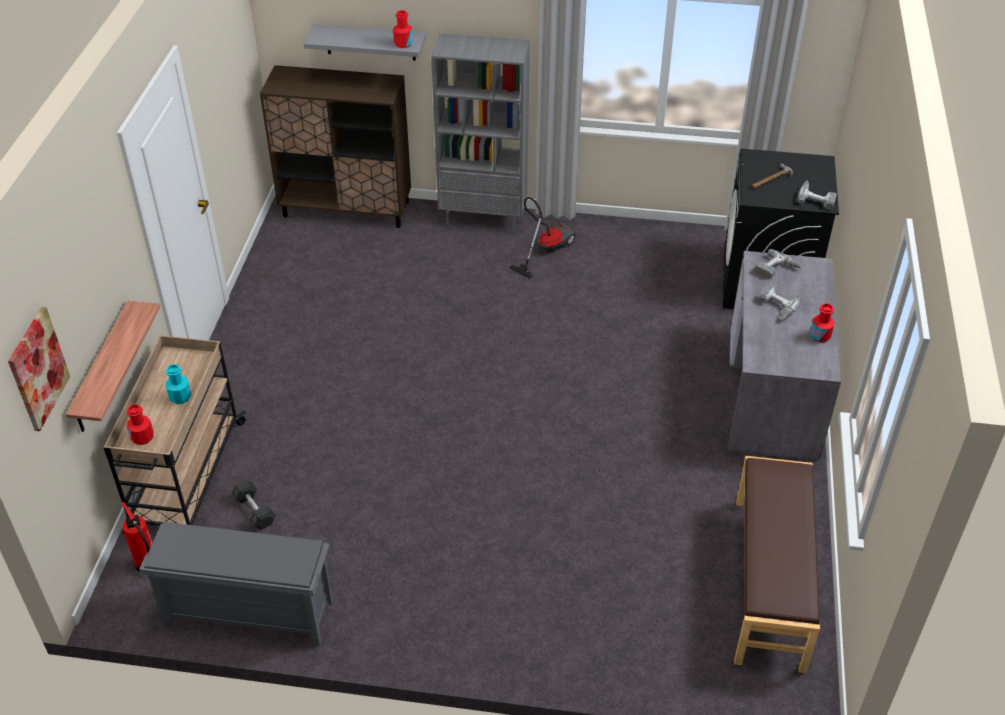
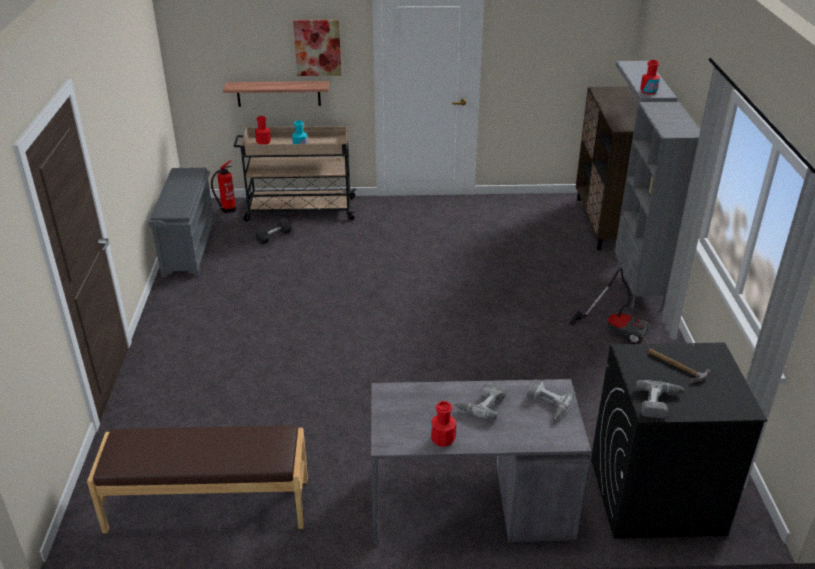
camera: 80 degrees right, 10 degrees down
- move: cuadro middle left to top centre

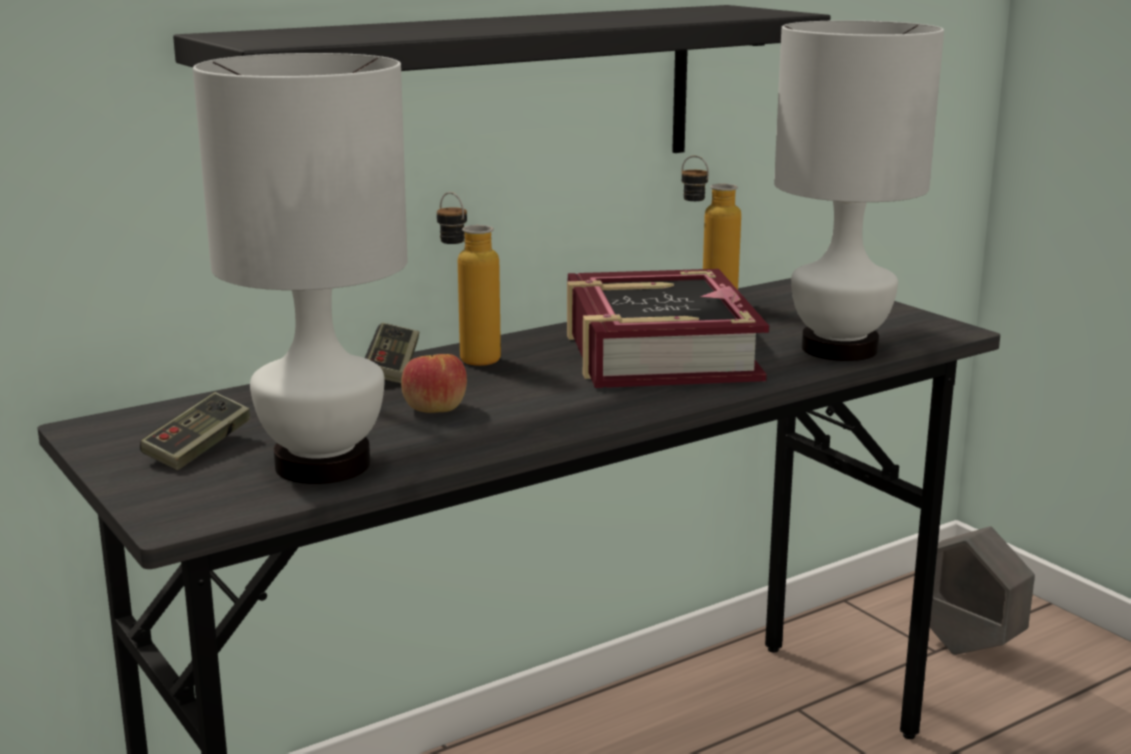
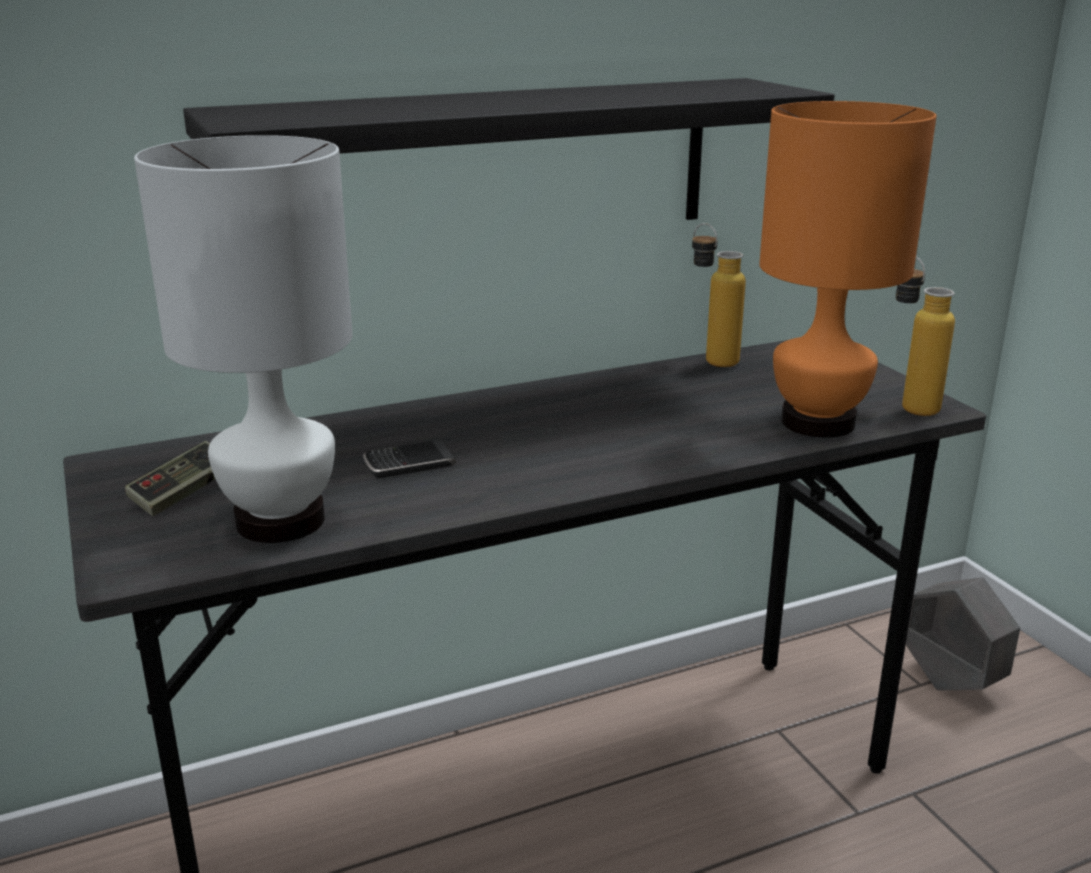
camera: 10 degrees right, 5 degrees up
- delete: mando de consola (2nd from left) centre
- delete: libro centre
- move: botella (1st from left in the first image) centre to botella (2nd from left) middle right
- replace: manzana centre to móvil centre
- recolor: lámpara de mesa/blanco (2nd from left) top right to lámpara de mesa/naranja top right

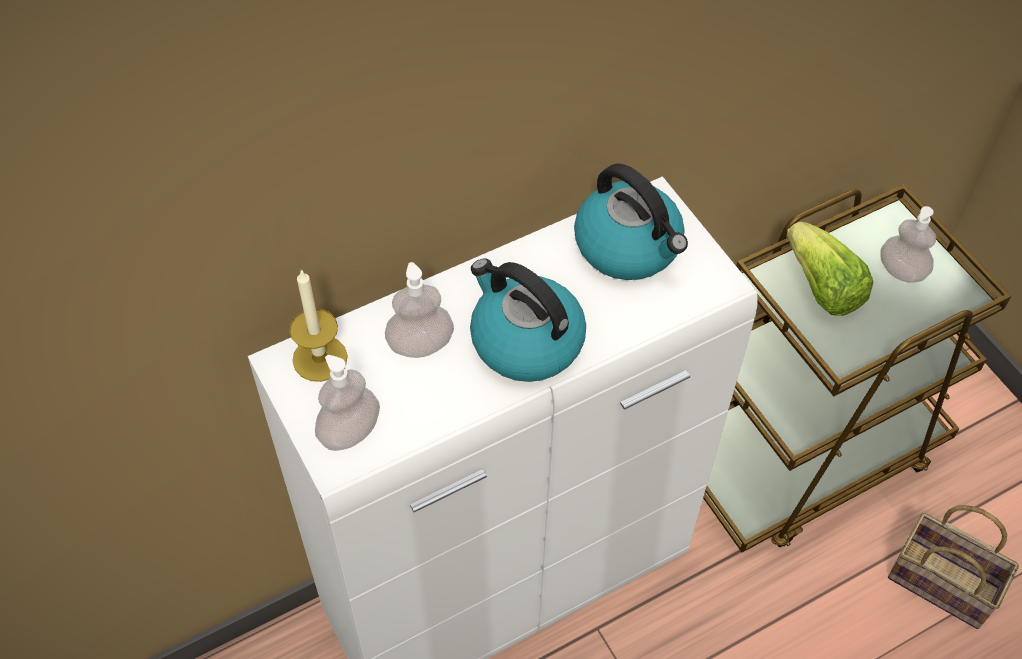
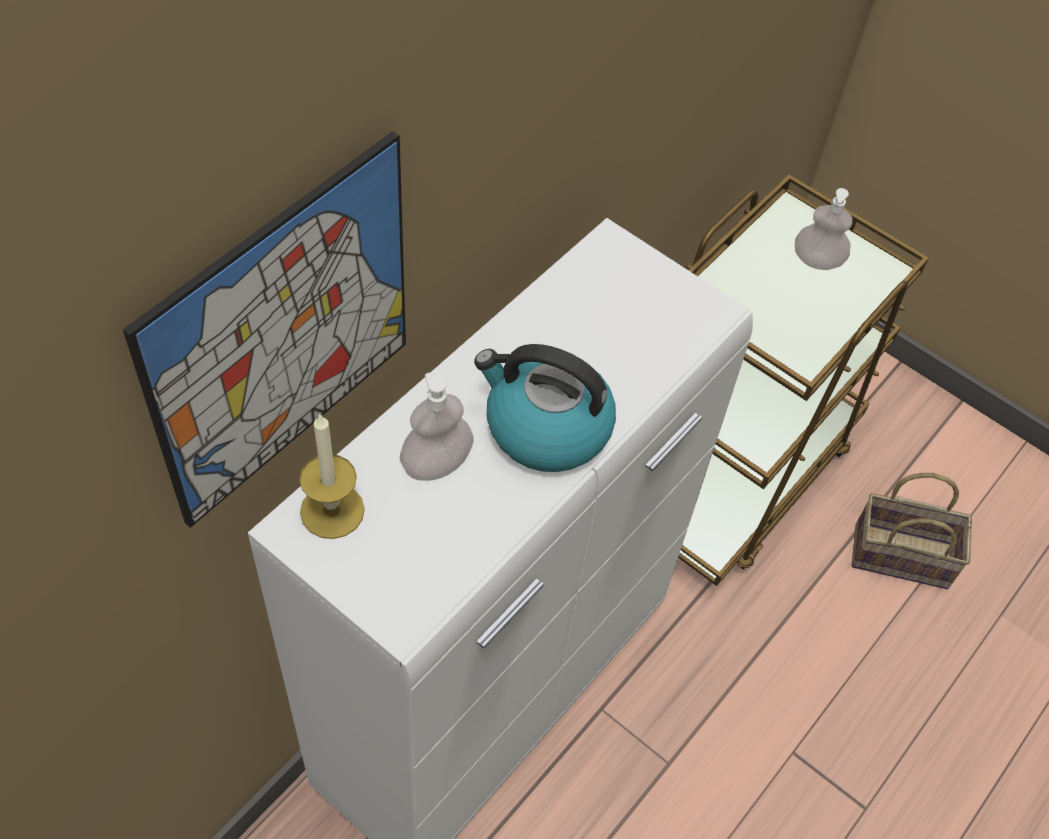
camera: 25 degrees left, 0 degrees up
- delete: dispensador de jabón (1st from left) centre
- delete: hervidor (2nd from left) centre
- delete: lechuga middle right
- insert: cuadro middle left

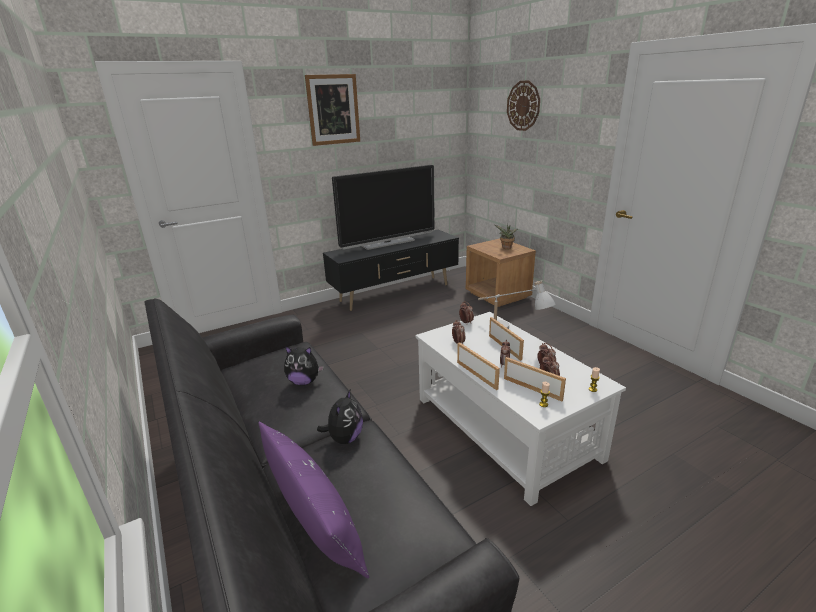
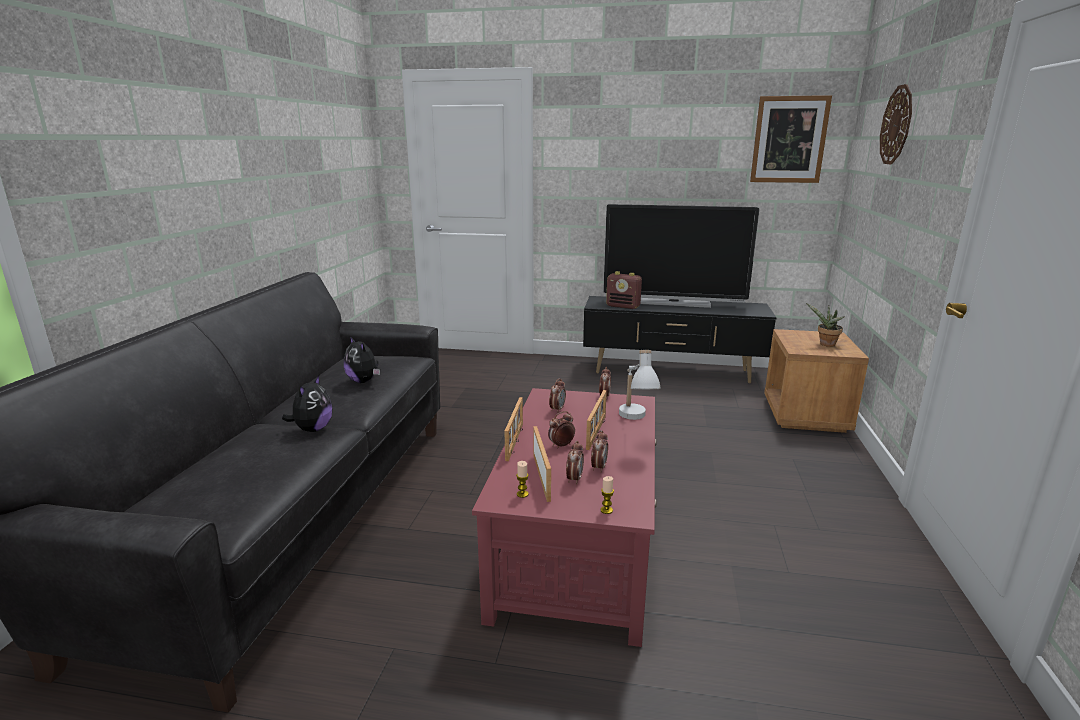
camera: 40 degrees right, 5 degrees down
- delete: cojín/morado bottom centre
- insert: radio centre
- move: cuadro top centre to top right
- recolor: mesa de centro/blanco bottom centre to mesa de centro/rojo bottom centre
- rotate: peluche (2nd from left in the first image) bottom centre = middle left 45 degrees counterclockwise

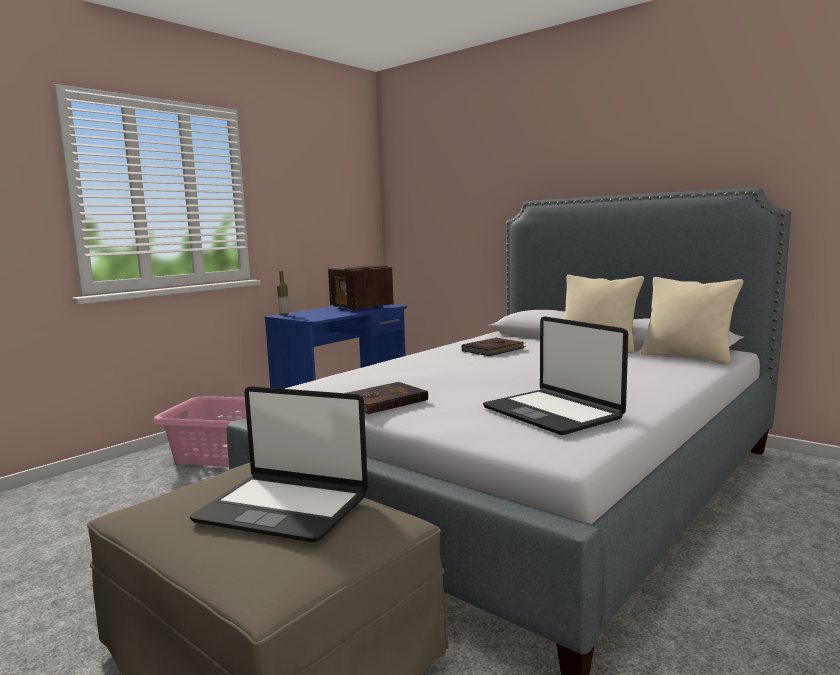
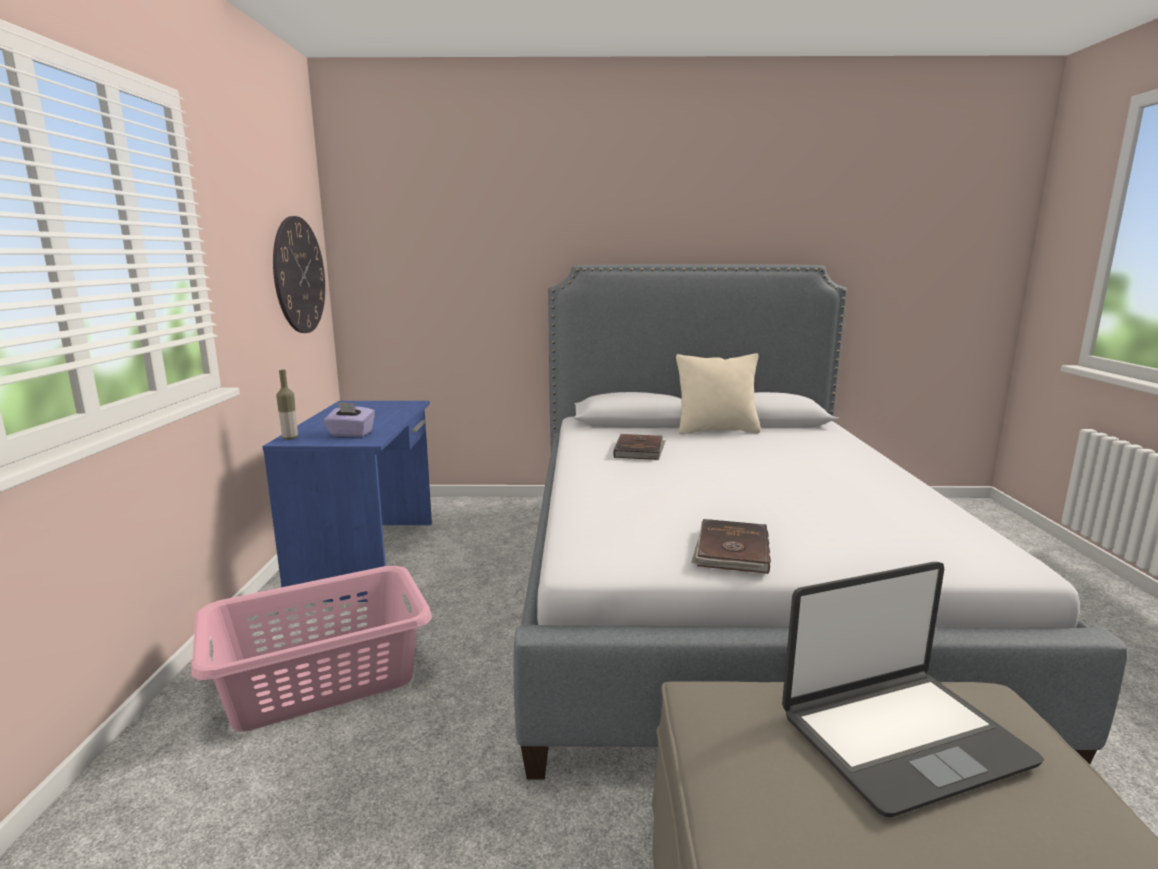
camera: 40 degrees left, 5 degrees up
- delete: radio centre
- delete: portátil (2nd from left) centre
- delete: cojín/beis (2nd from left) middle right
- insert: reloj de pared top left
- insert: caja de pañuelos/morado middle left

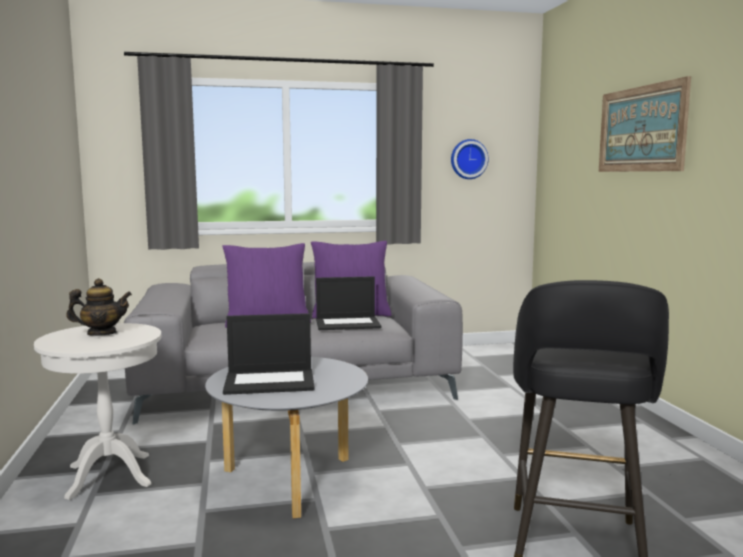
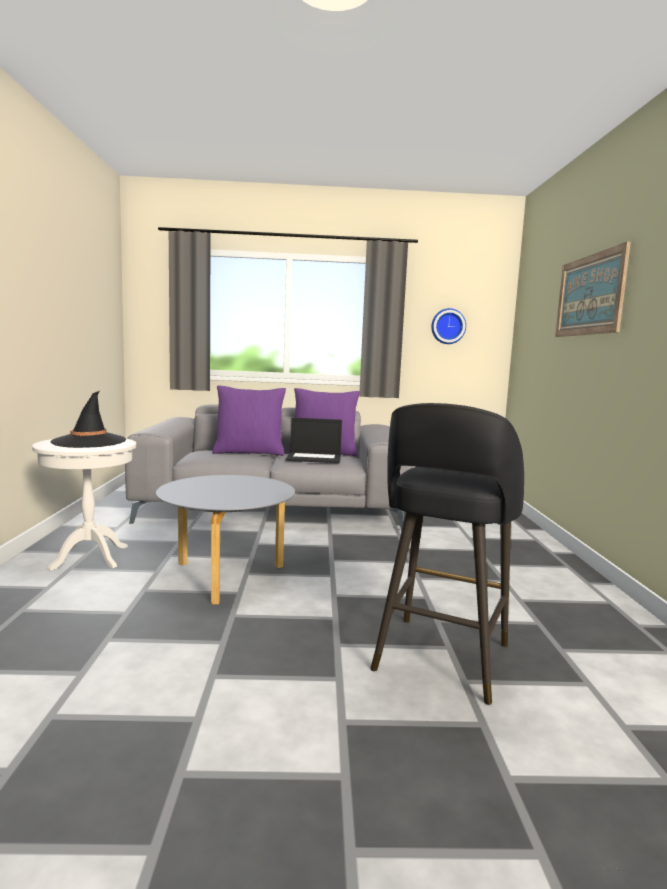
camera: 10 degrees right, 0 degrees up
- delete: portátil (1st from left) centre
- replace: tetera middle left to sombrero/negro middle left

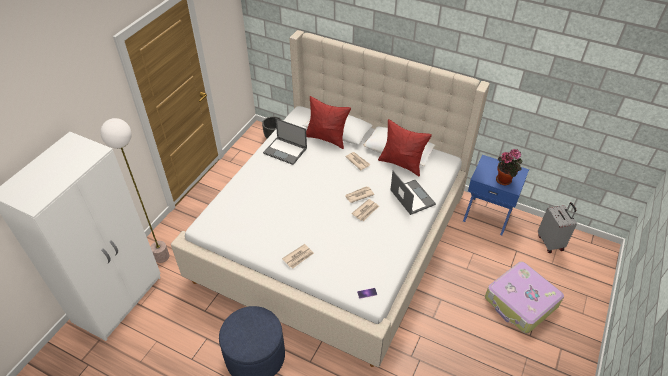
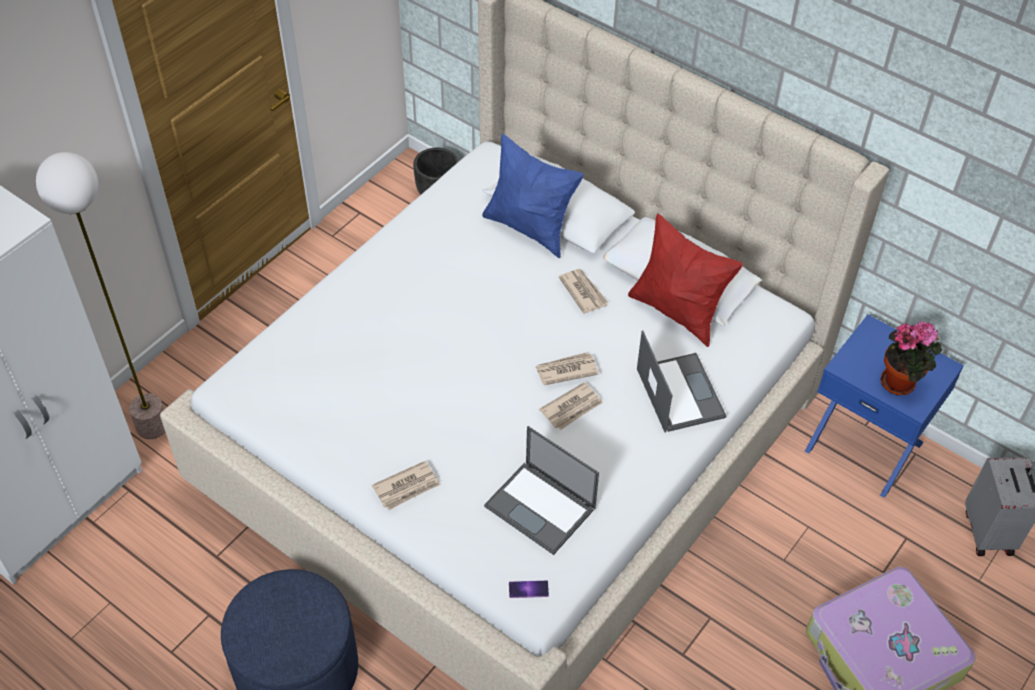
camera: 10 degrees right, 5 degrees up
- move: portátil (1st from left) centre to bottom centre
- recolor: cojín/rojo (1st from left) top centre to cojín/azul top centre

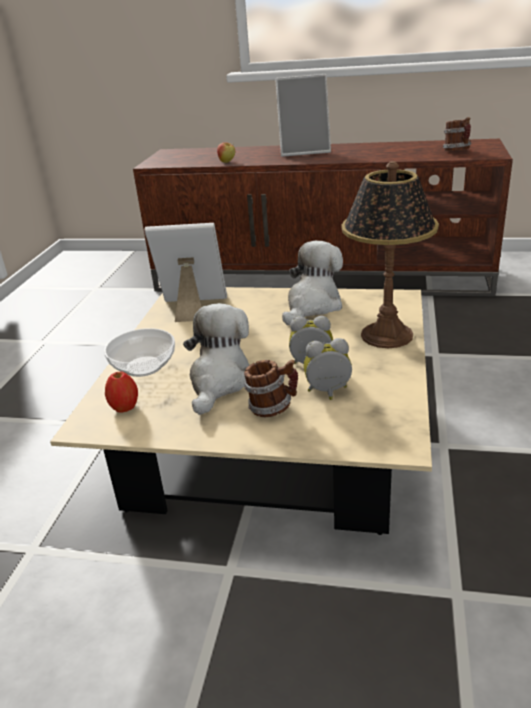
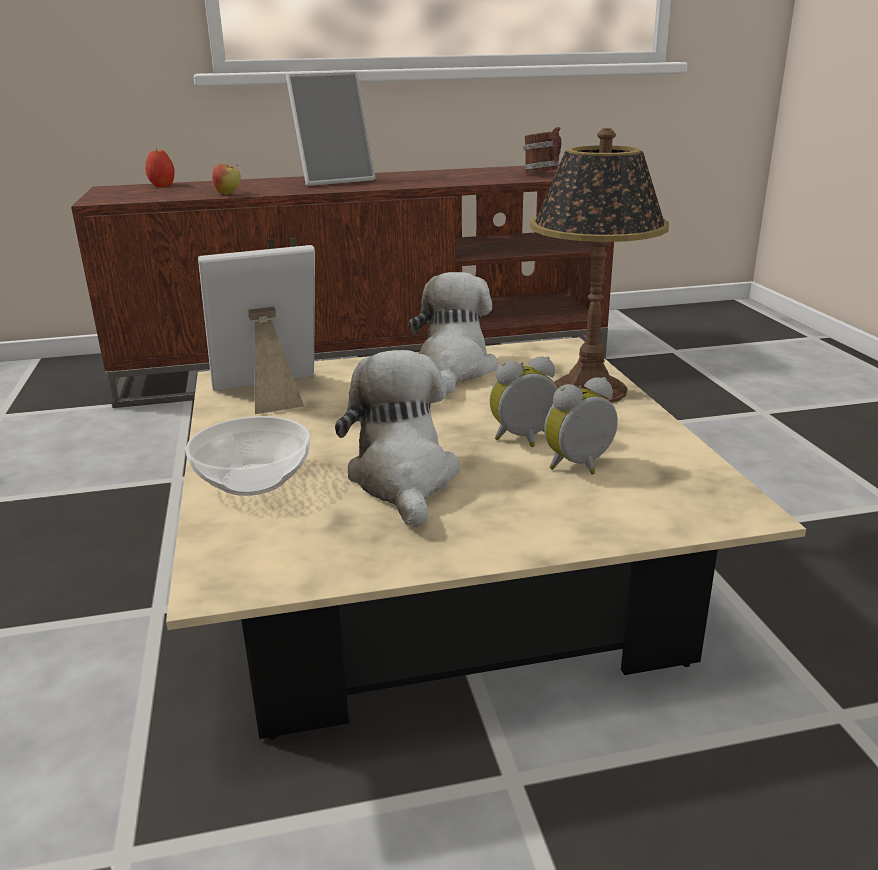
camera: 25 degrees left, 5 degrees down
- delete: taza grande (1st from left) centre
- move: manzana (1st from left) middle left to top left

